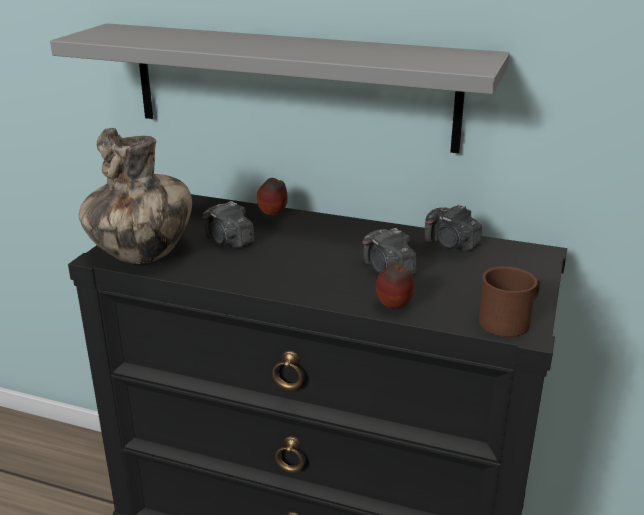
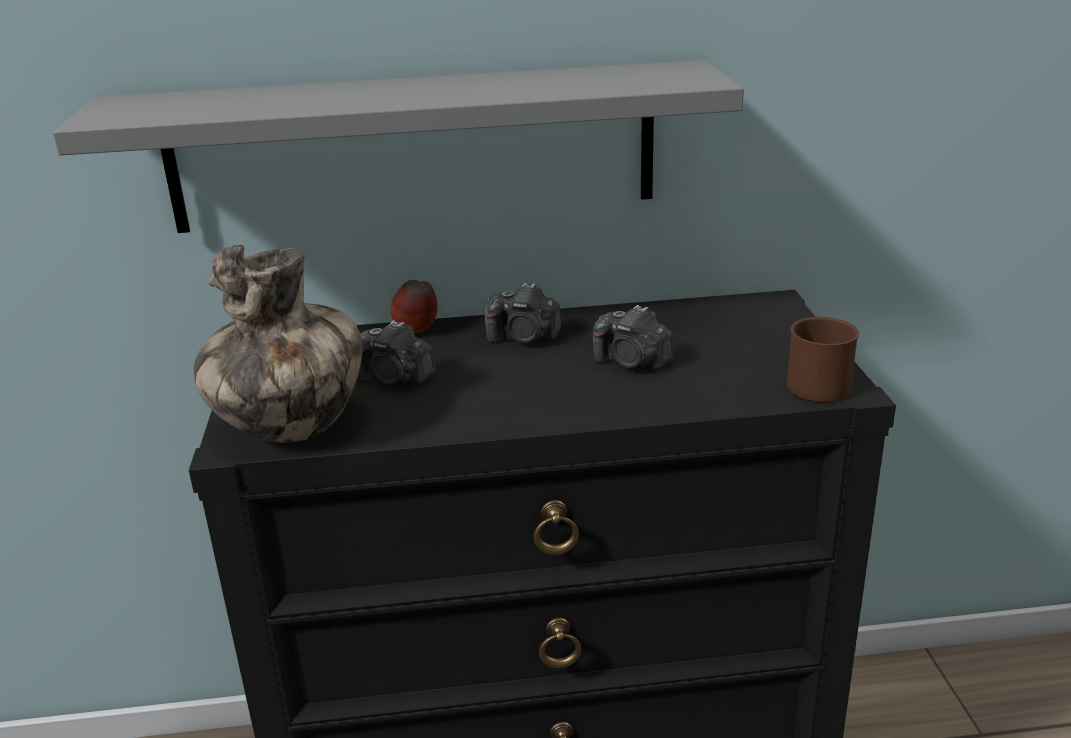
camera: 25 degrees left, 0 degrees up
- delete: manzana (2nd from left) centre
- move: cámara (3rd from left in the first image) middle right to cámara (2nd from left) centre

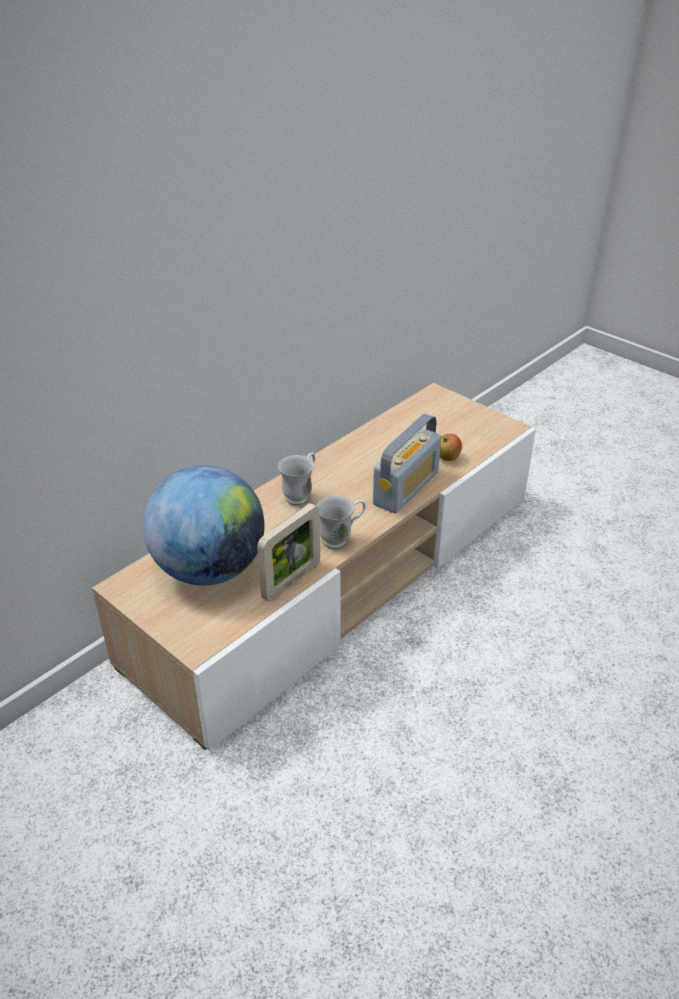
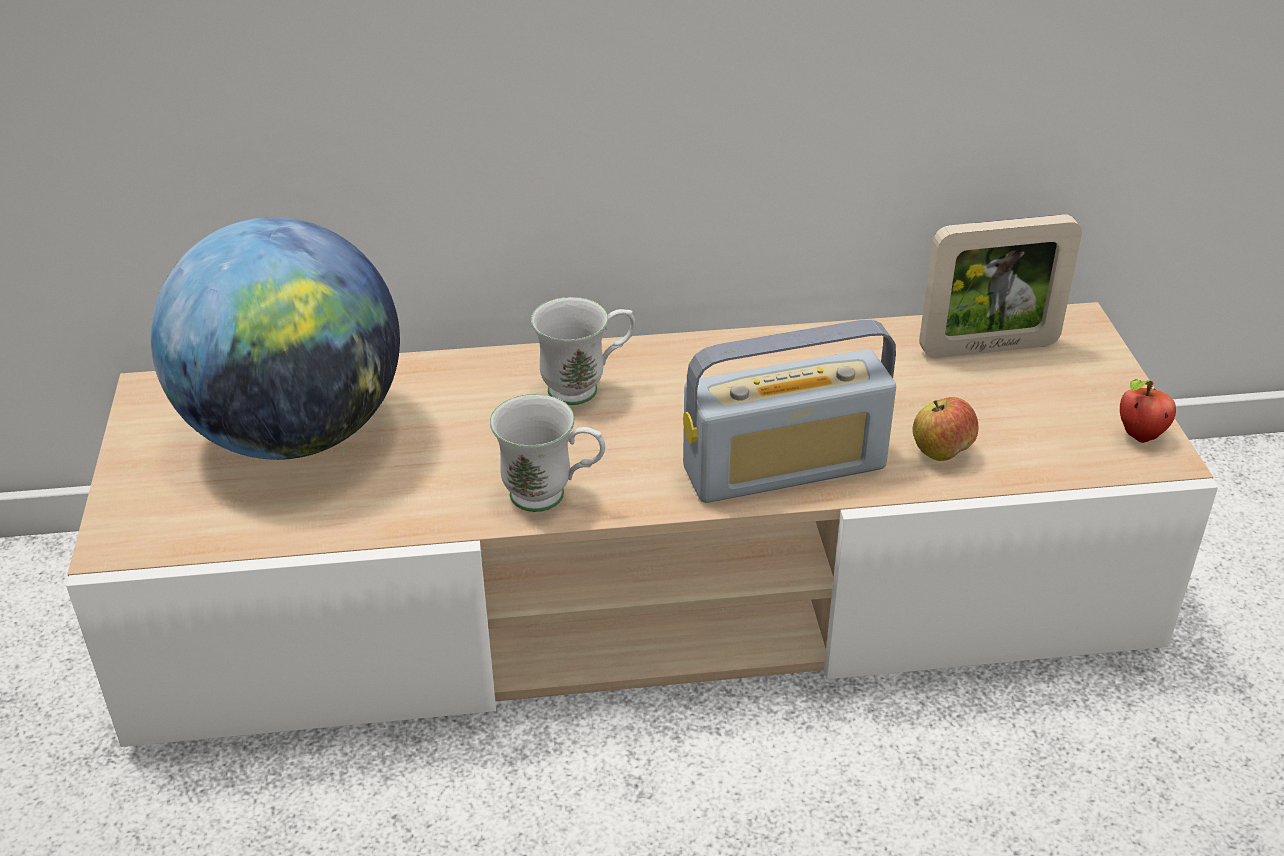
camera: 40 degrees right, 0 degrees up
- insert: manzana (2nd from left) middle right
- move: portarretratos centre to middle right

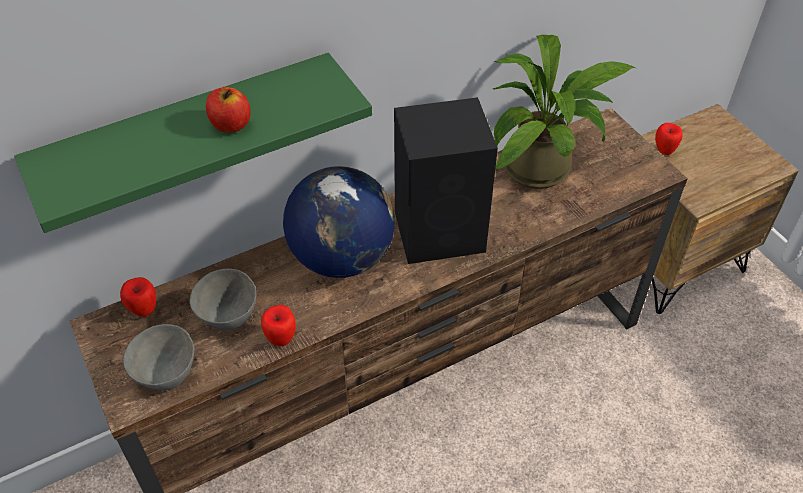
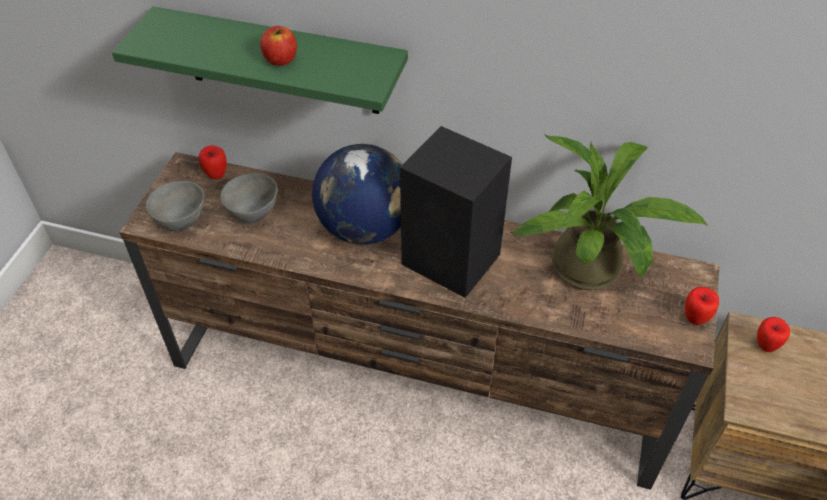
camera: 45 degrees right, 0 degrees up
- move: manzana (3rd from left) centre to middle right

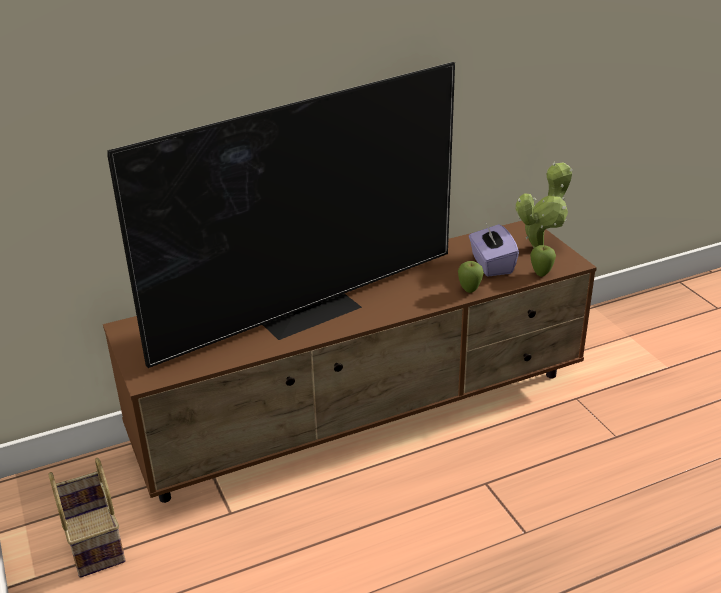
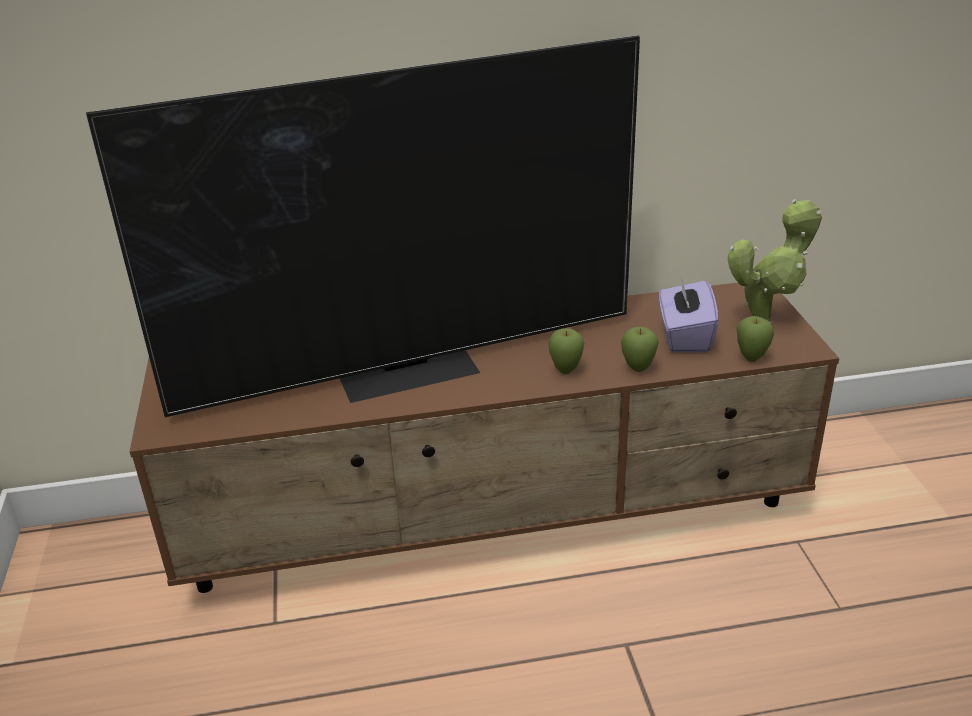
camera: 15 degrees right, 0 degrees up
- delete: cesta bottom left
- insert: manzana (1st from left) centre

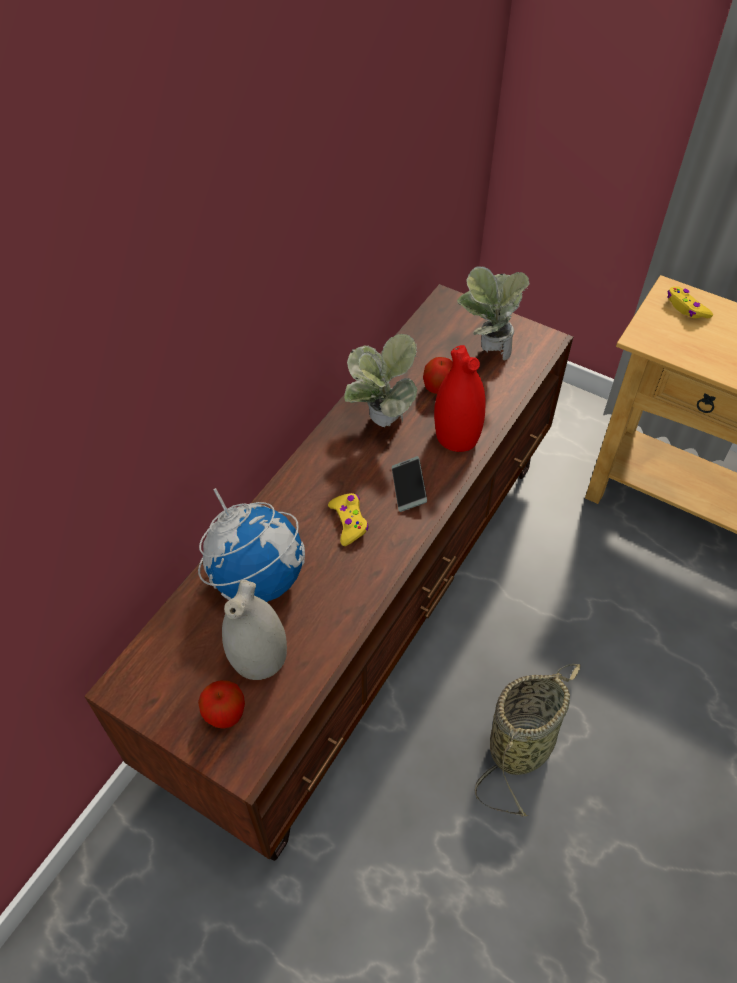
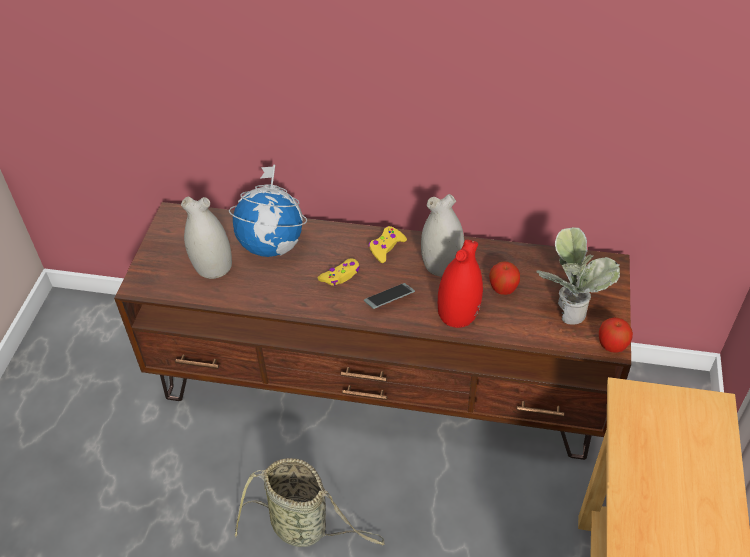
camera: 70 degrees right, 5 degrees down
- move: manzana (1st from left in the first image) bottom left to manzana (2nd from left) middle right
- move: mando de consola/amarillo (2nd from left) top right to centre
- replace: planta en maceta (1st from left) centre to florero/blanco (2nd from left) centre

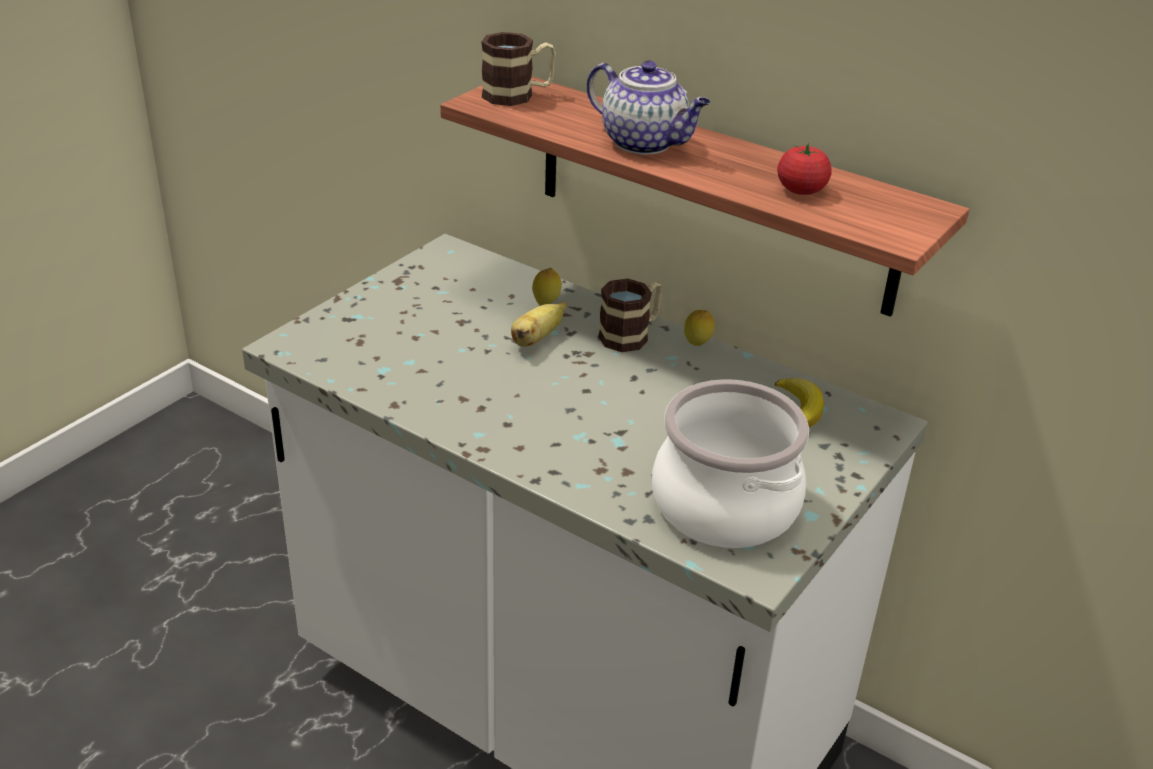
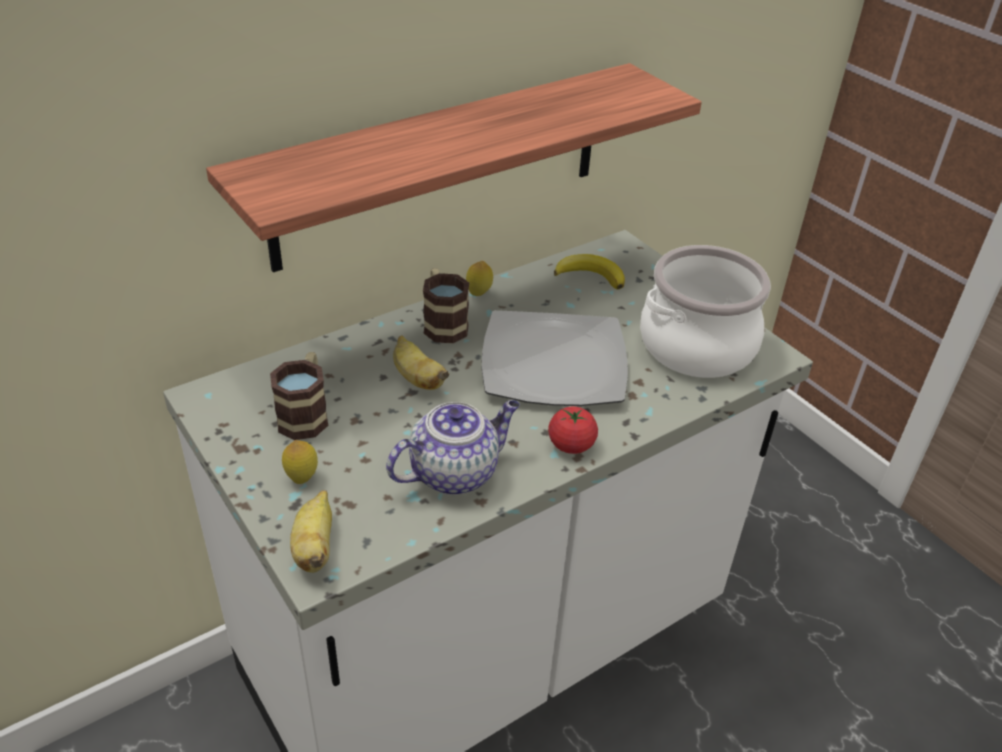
camera: 70 degrees left, 5 degrees up
- insert: plátano (1st from left) bottom left
- insert: plato centre
- move: taza grande (1st from left) top centre to middle left
- move: limón (1st from left) centre to middle left
- move: tetera top centre to centre
- move: tomate top right to centre

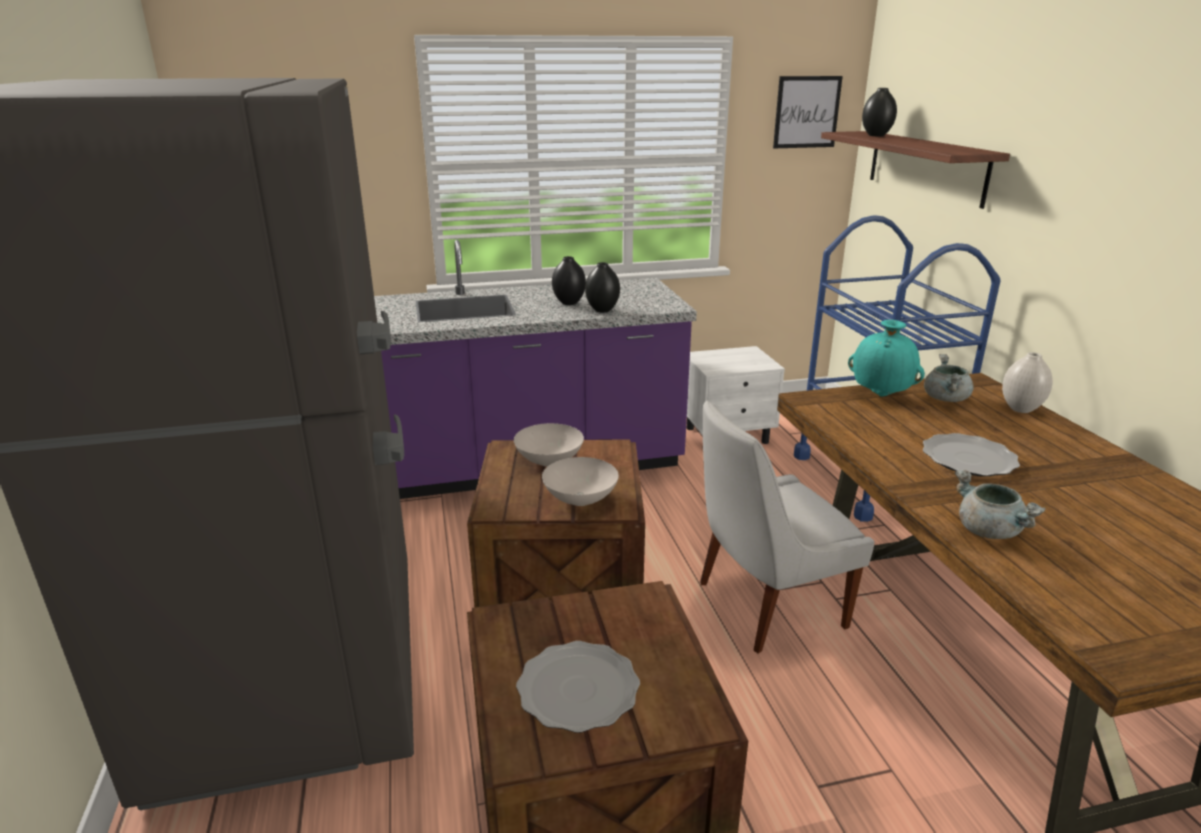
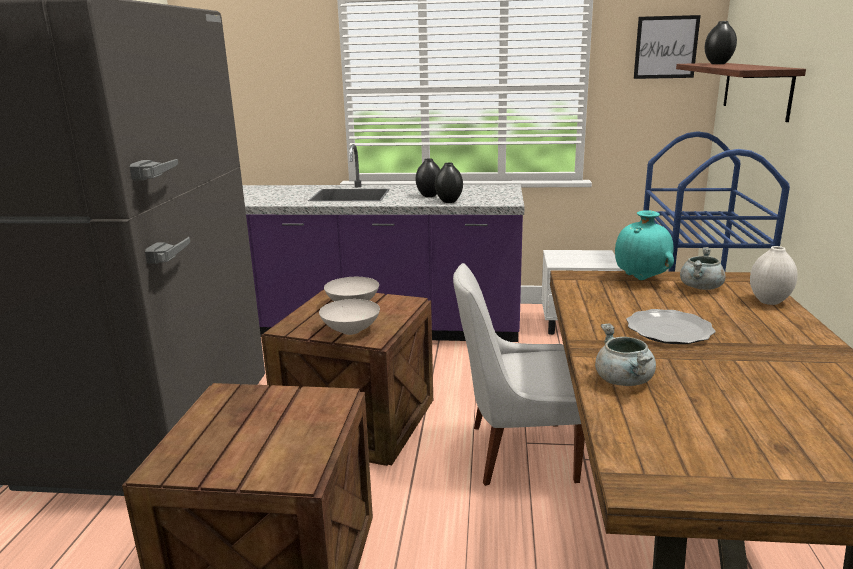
camera: 20 degrees right, 5 degrees down
- delete: plato (1st from left) bottom centre

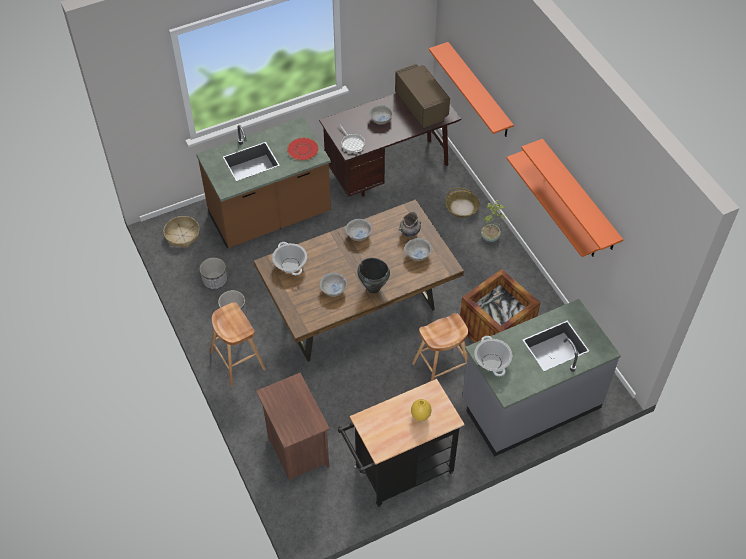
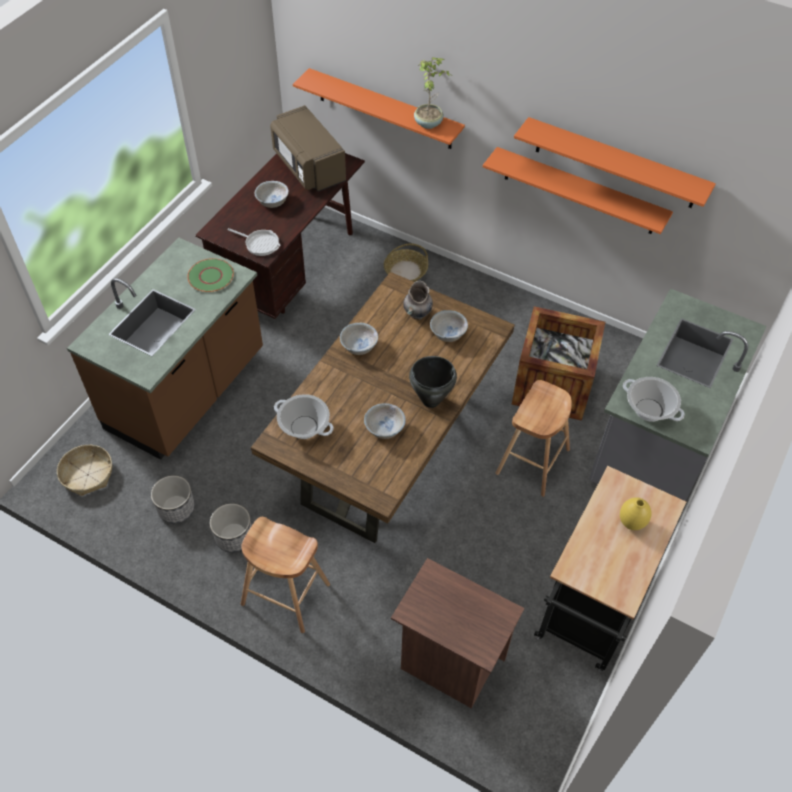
camera: 35 degrees left, 0 degrees up
- move: planta en maceta centre to top centre
- recolor: plato/rojo top centre to plato/verde middle left
- rotate: microondas/marrón top centre = top centre 150 degrees counterclockwise

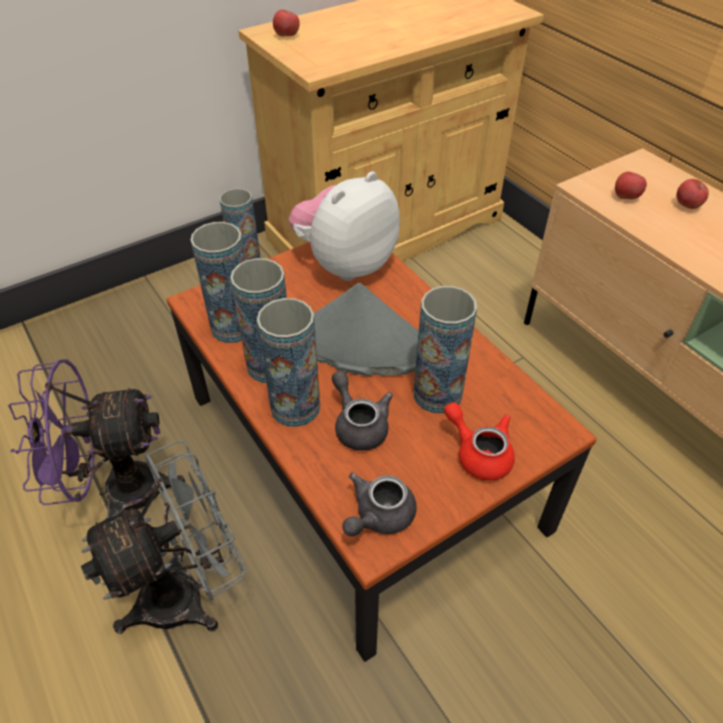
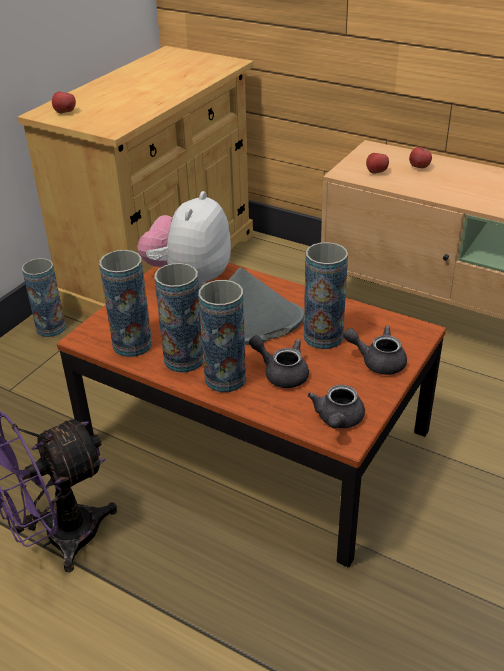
camera: 25 degrees left, 10 degrees down
- delete: ventilador/gris bottom left
- recolor: tetera/rojo centre to tetera/gris (3rd from left) middle right

